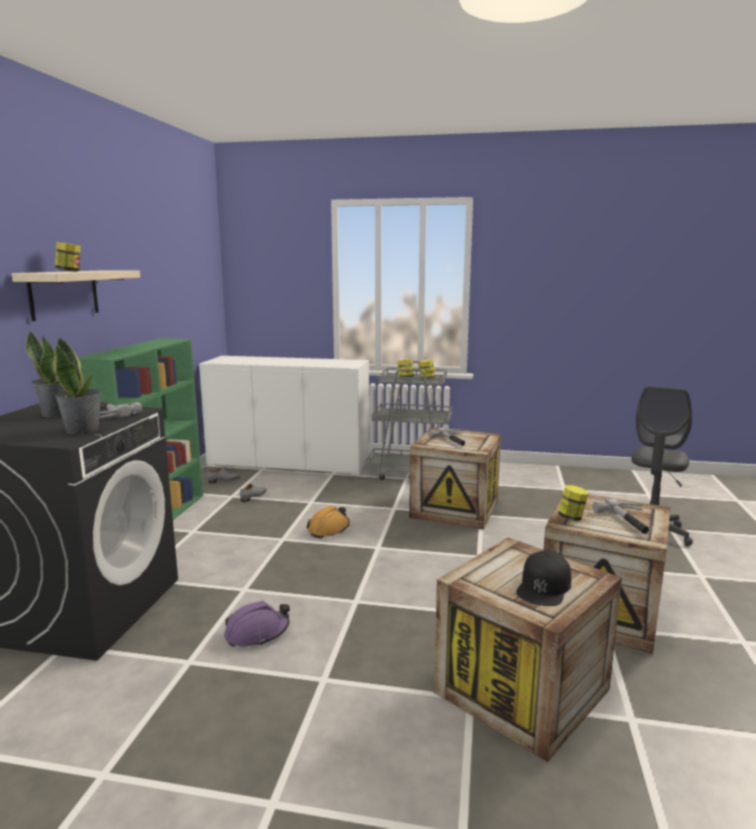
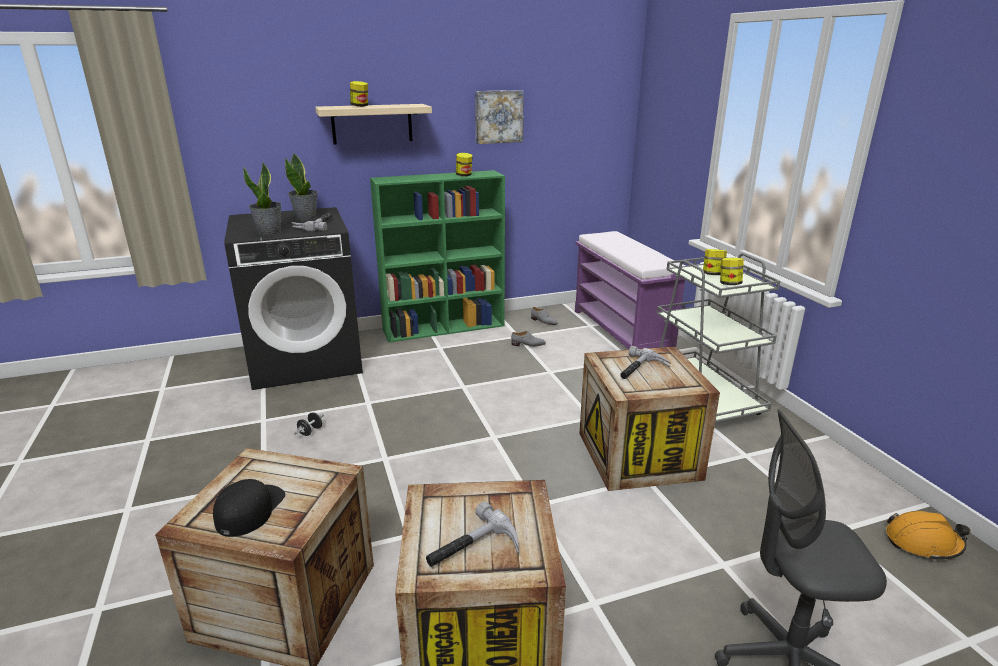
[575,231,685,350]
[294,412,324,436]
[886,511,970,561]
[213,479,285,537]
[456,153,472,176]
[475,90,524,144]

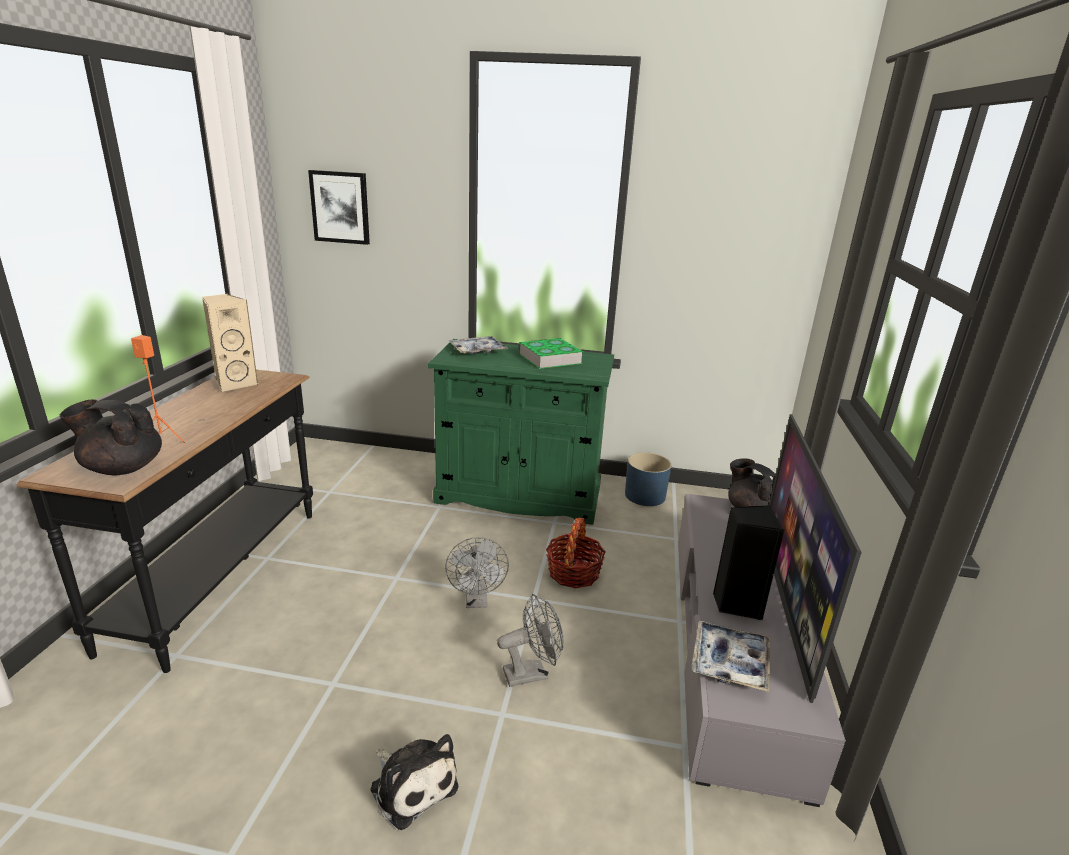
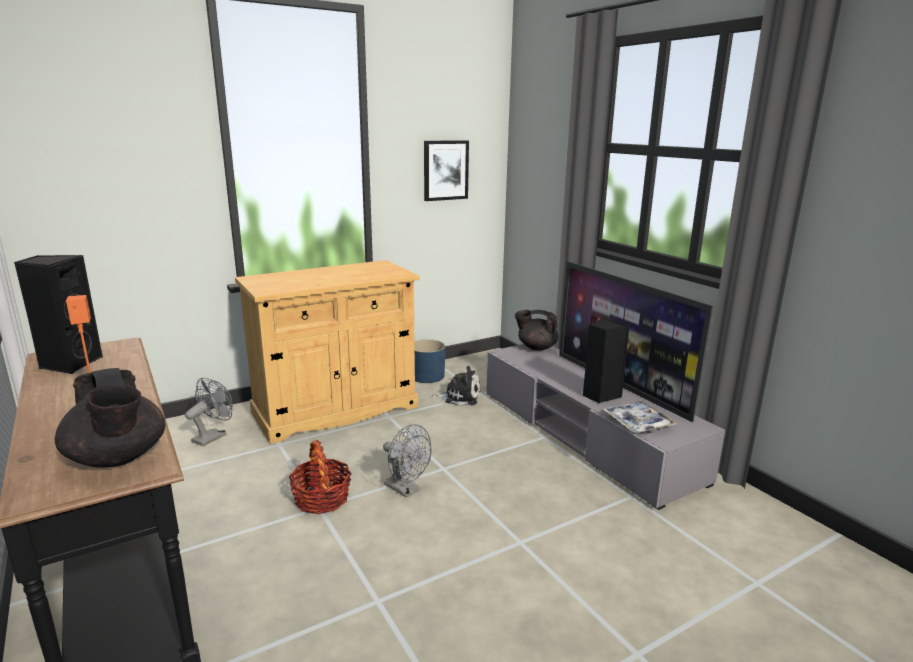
[55,368,165,468]
[14,255,103,374]
[424,140,469,201]
[432,366,481,406]
[235,260,419,444]
[448,336,508,354] (first image)
[185,378,233,446]
[519,338,583,369] (first image)
[289,440,352,514]

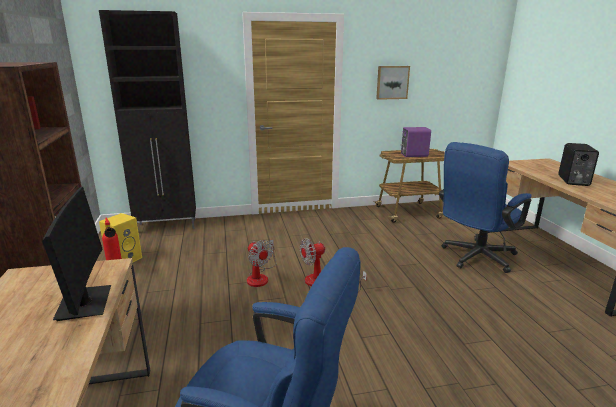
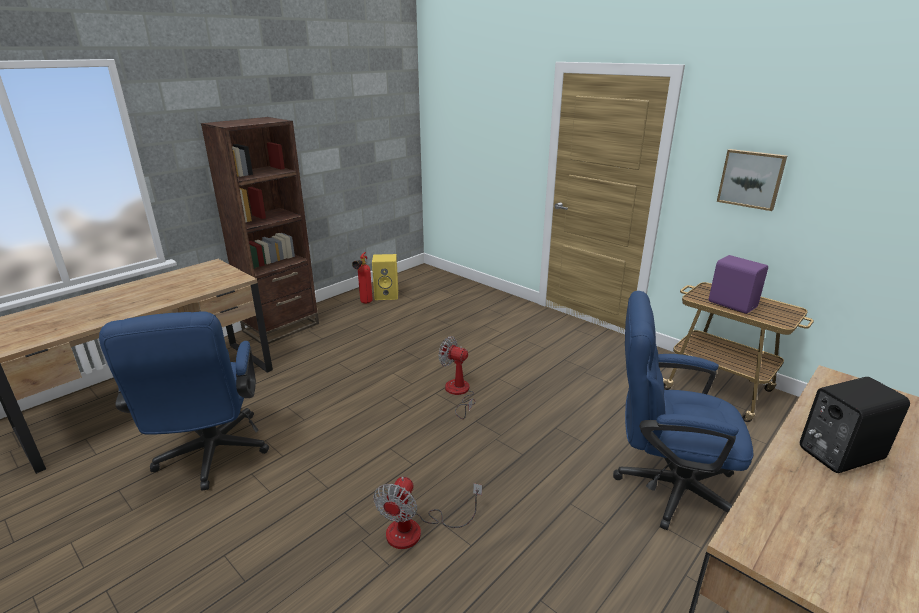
[42,187,111,321] (first image)
[99,10,196,233] (first image)
[373,477,482,549]

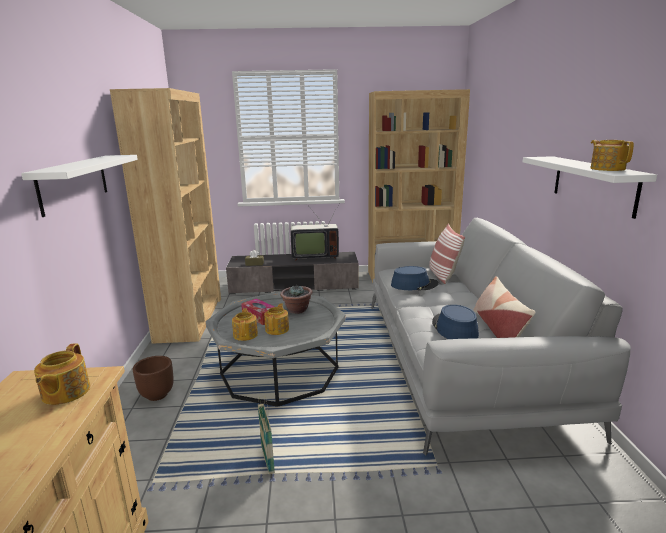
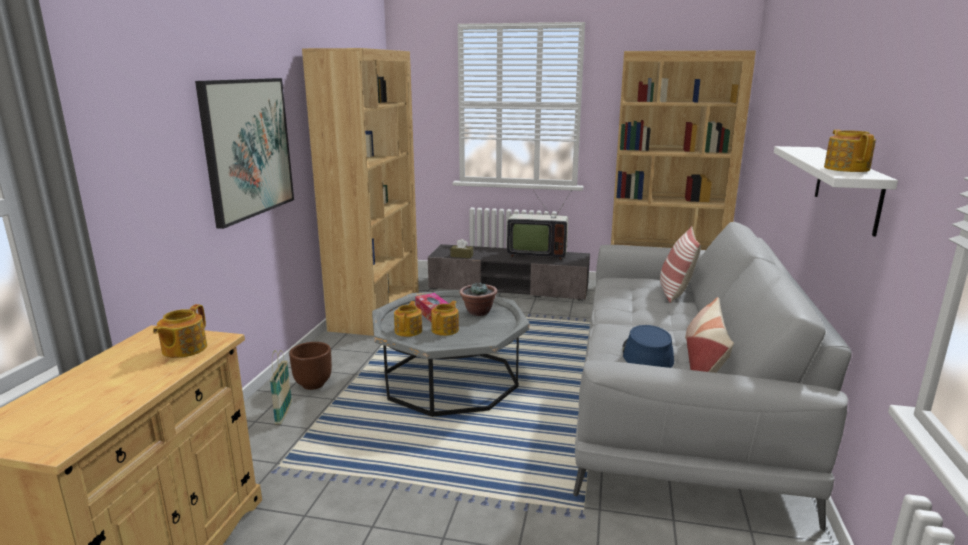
[195,78,294,229]
[270,350,292,425]
[391,266,439,290] (first image)

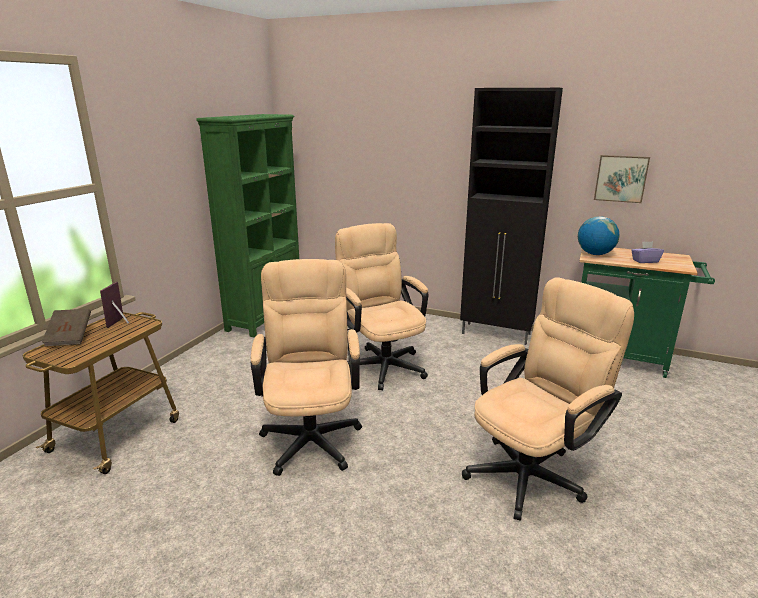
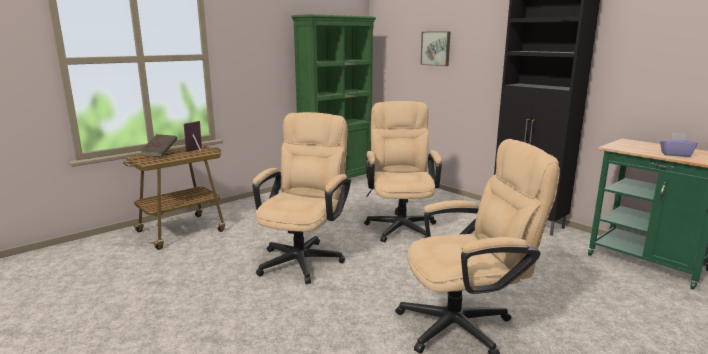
[578,216,619,255] (first image)
[420,31,451,66]

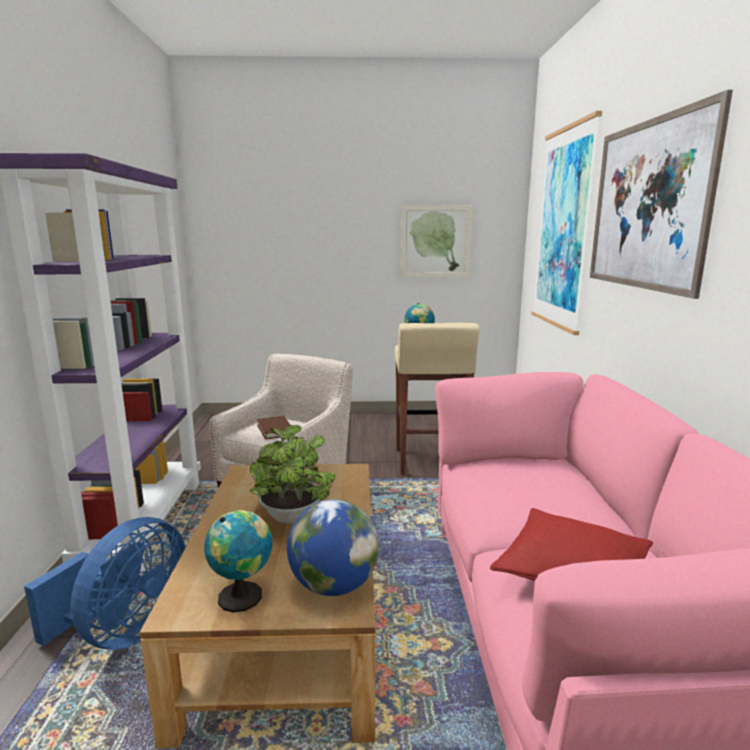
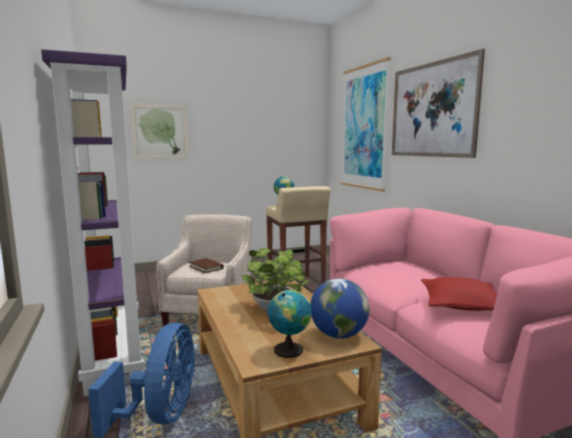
[130,103,189,159]

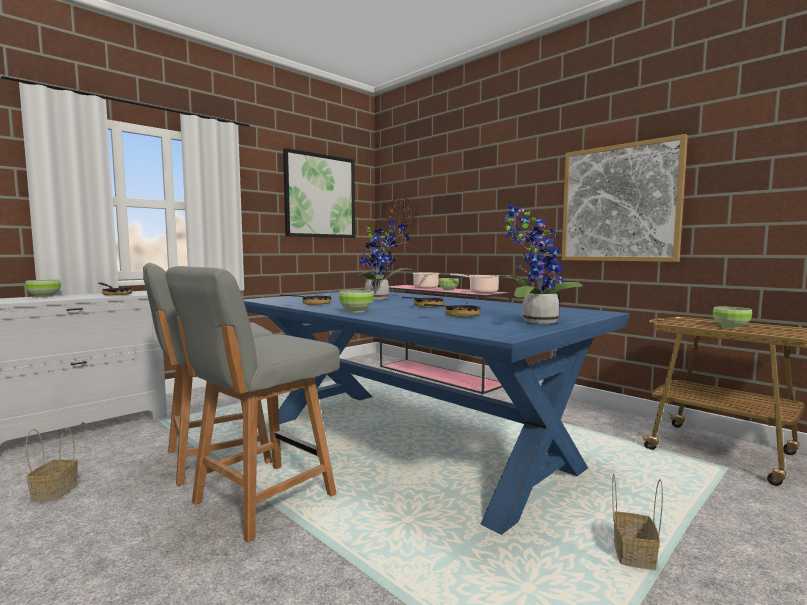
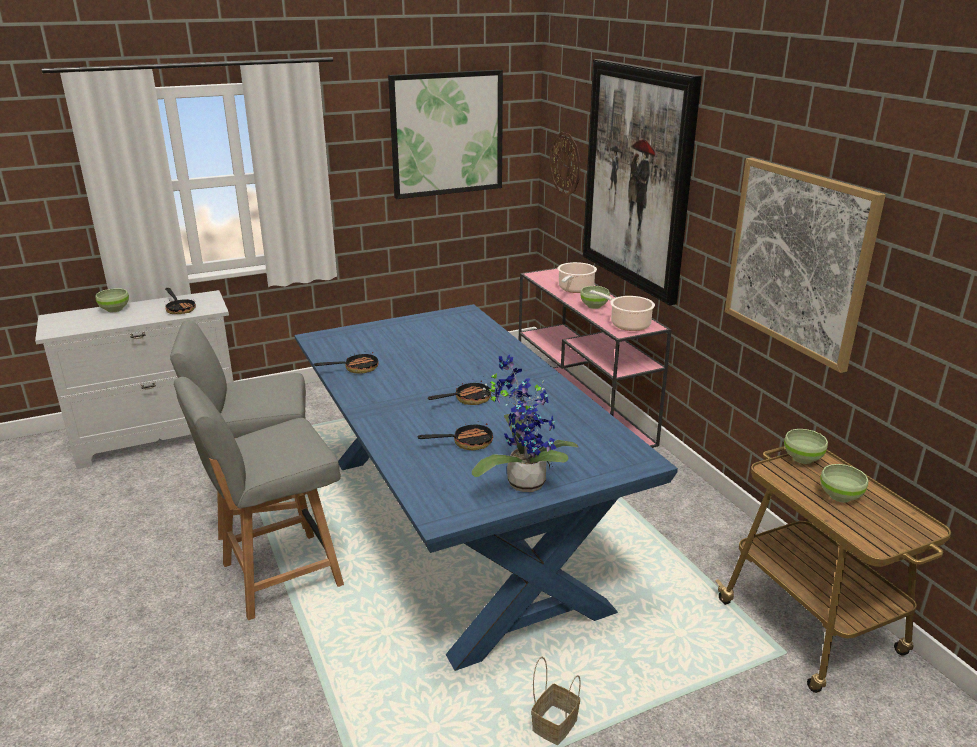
[26,429,78,501] (first image)
[784,429,828,464]
[360,220,413,300] (first image)
[583,59,702,305]

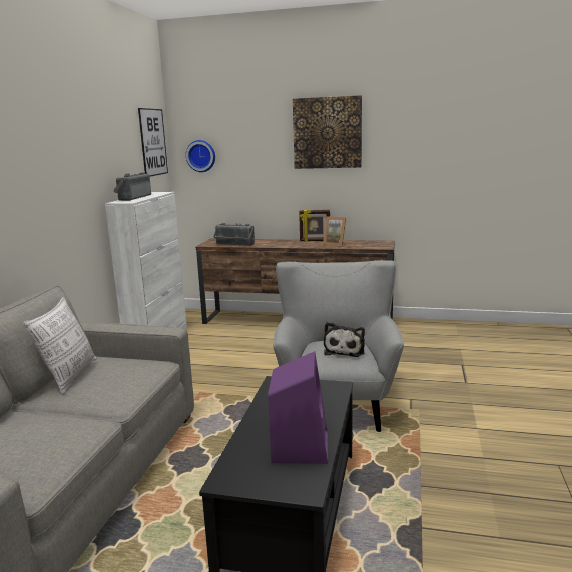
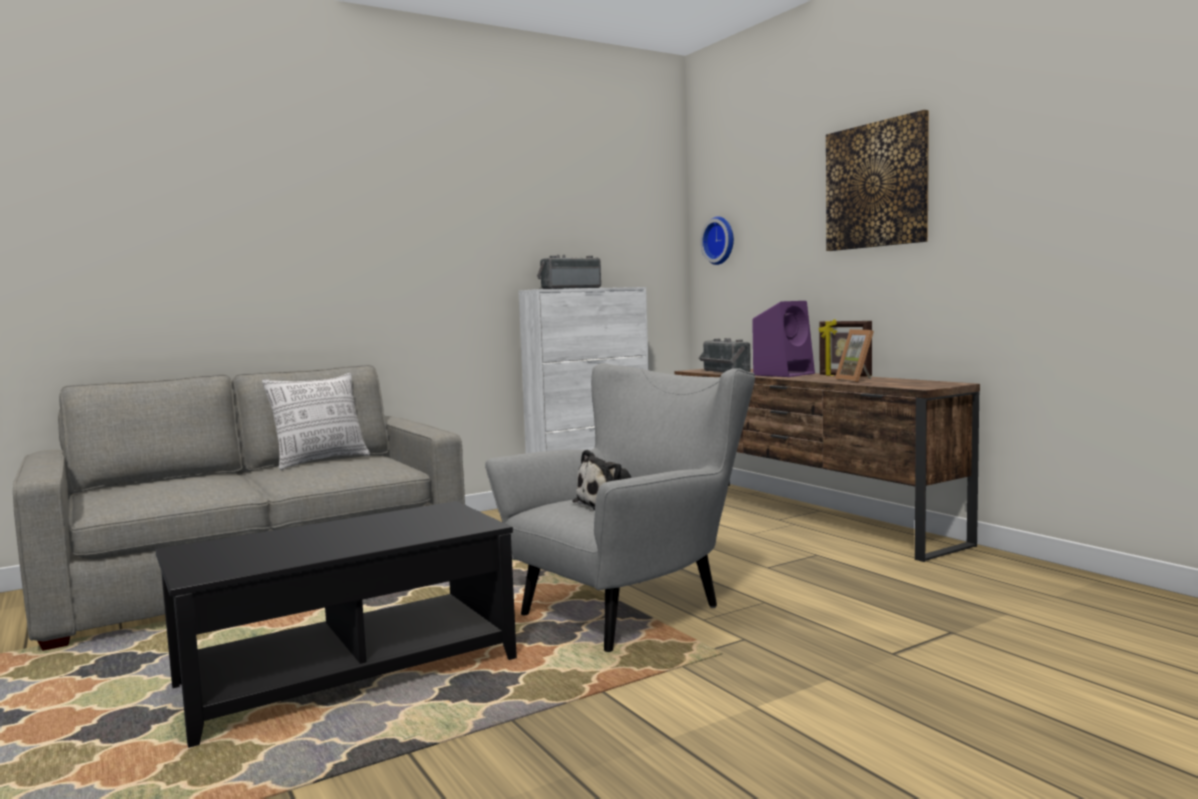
[138,108,168,177] (first image)
[752,301,815,377]

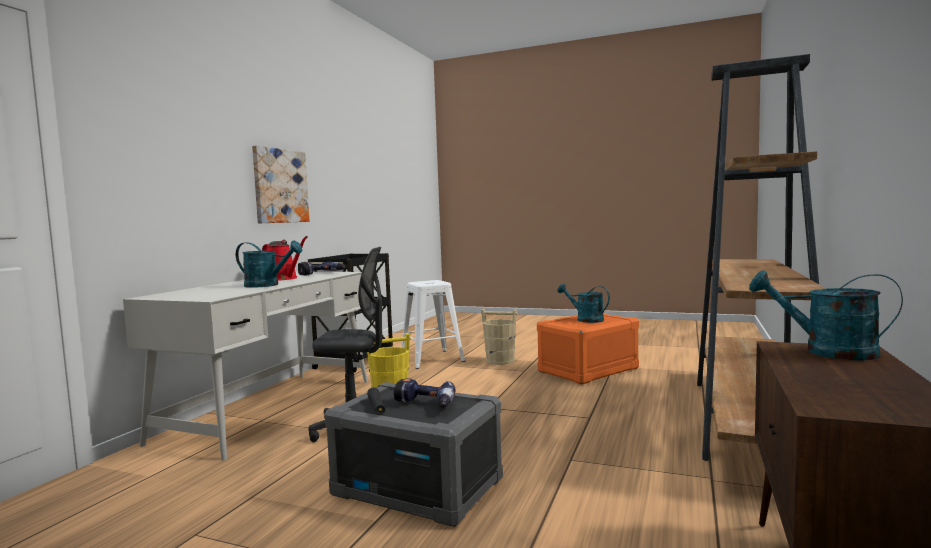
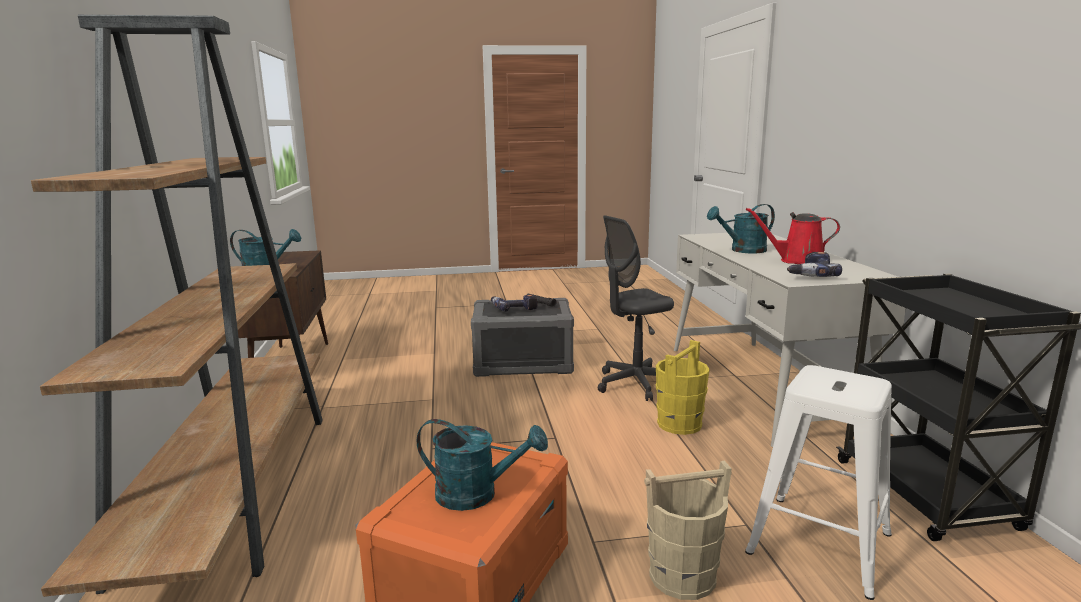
[252,145,309,223] (first image)

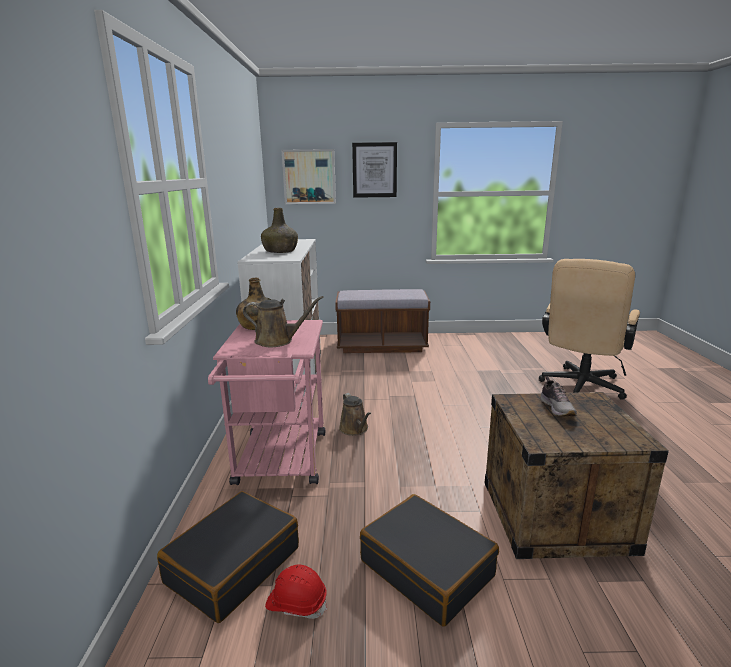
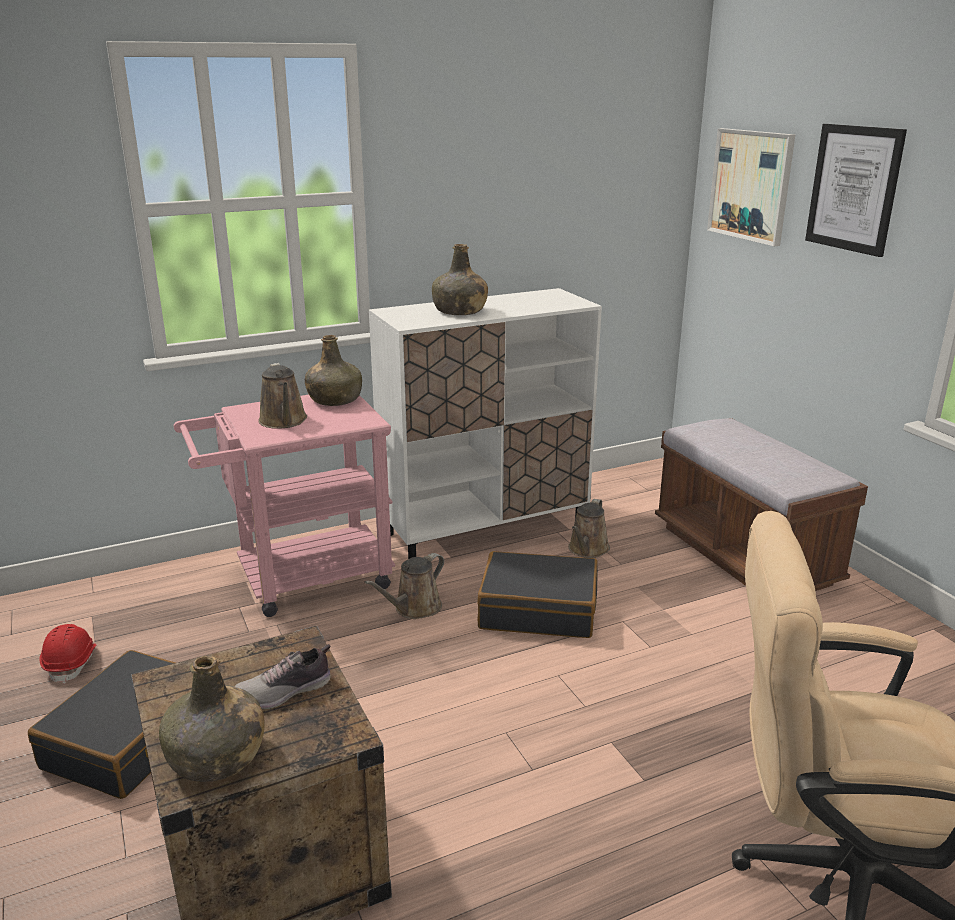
[477,551,598,638]
[159,655,264,782]
[568,499,610,558]

